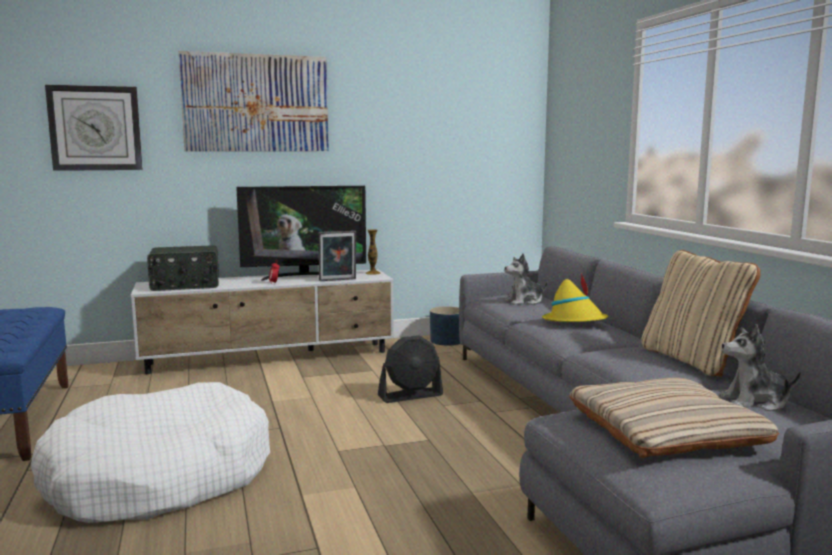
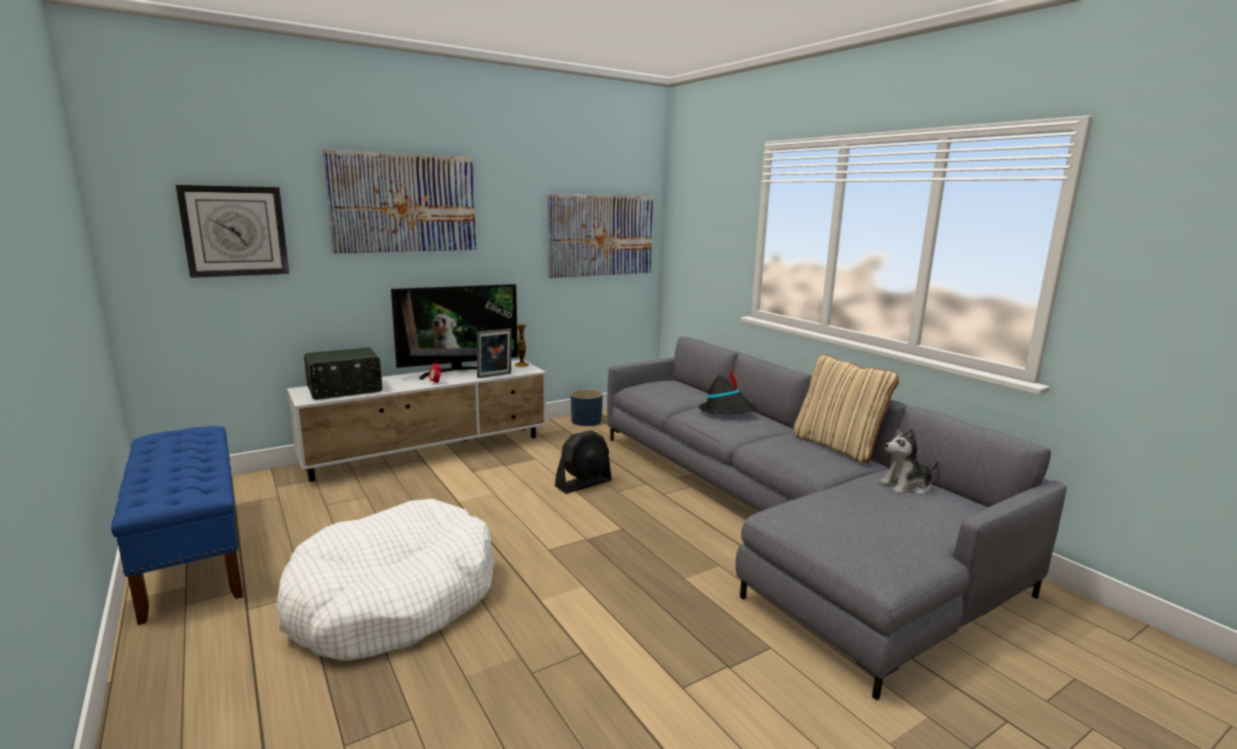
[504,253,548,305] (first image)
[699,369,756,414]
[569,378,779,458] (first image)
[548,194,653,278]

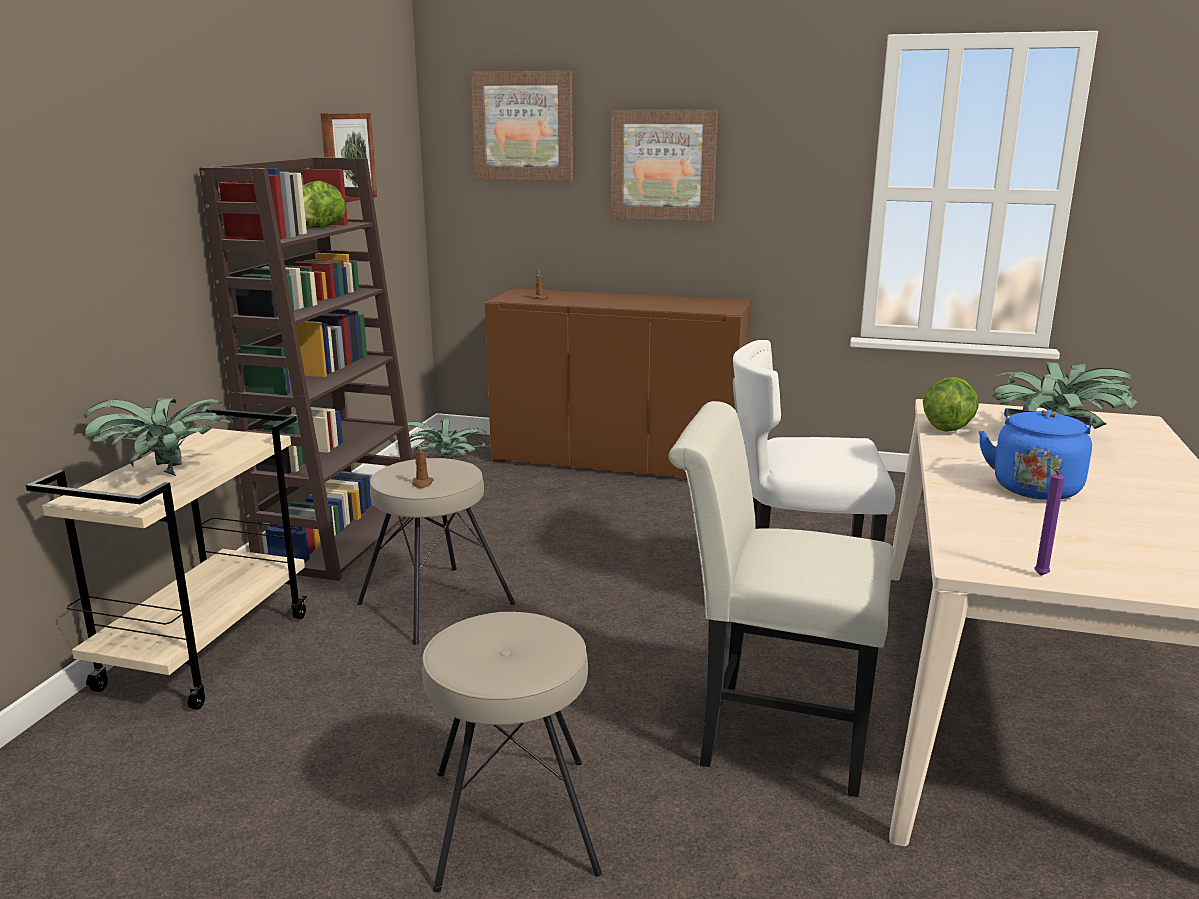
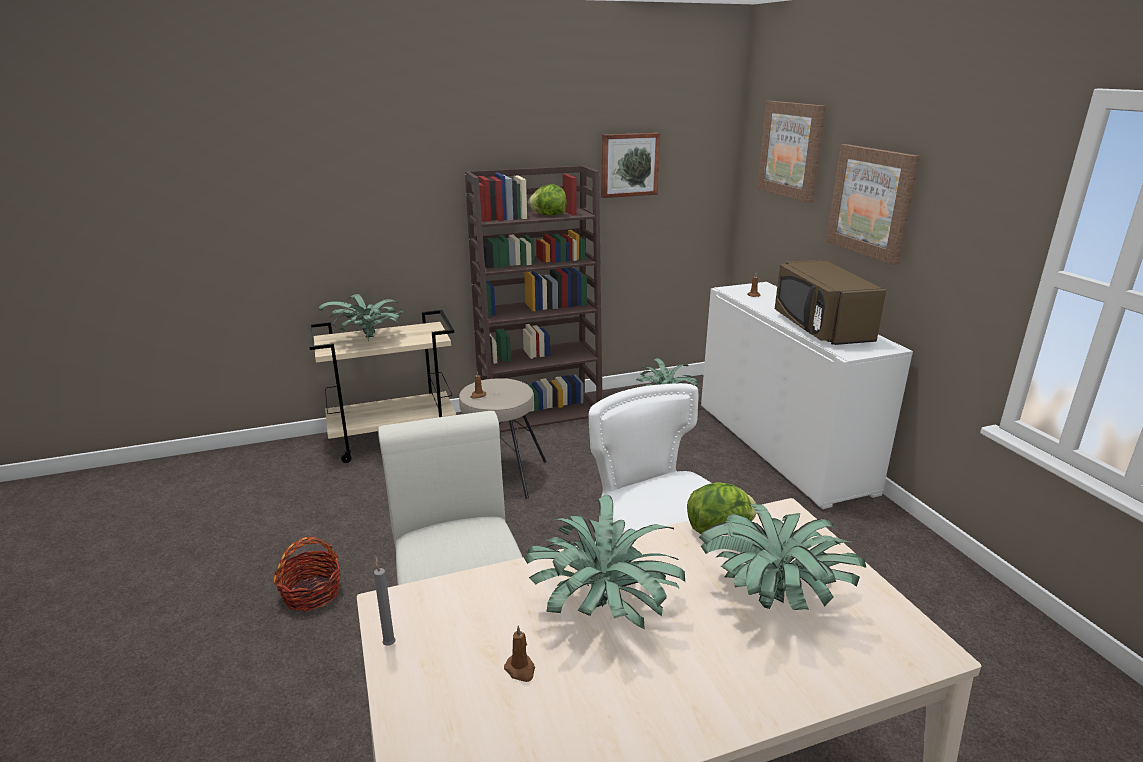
[273,537,340,612]
[701,282,913,509]
[524,495,685,630]
[374,556,396,646]
[504,625,535,682]
[775,260,886,345]

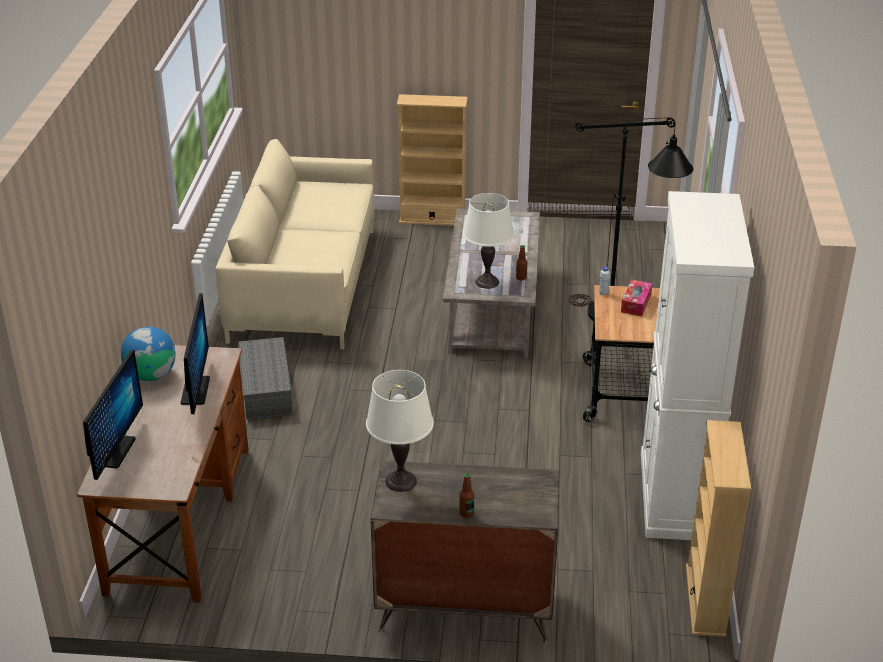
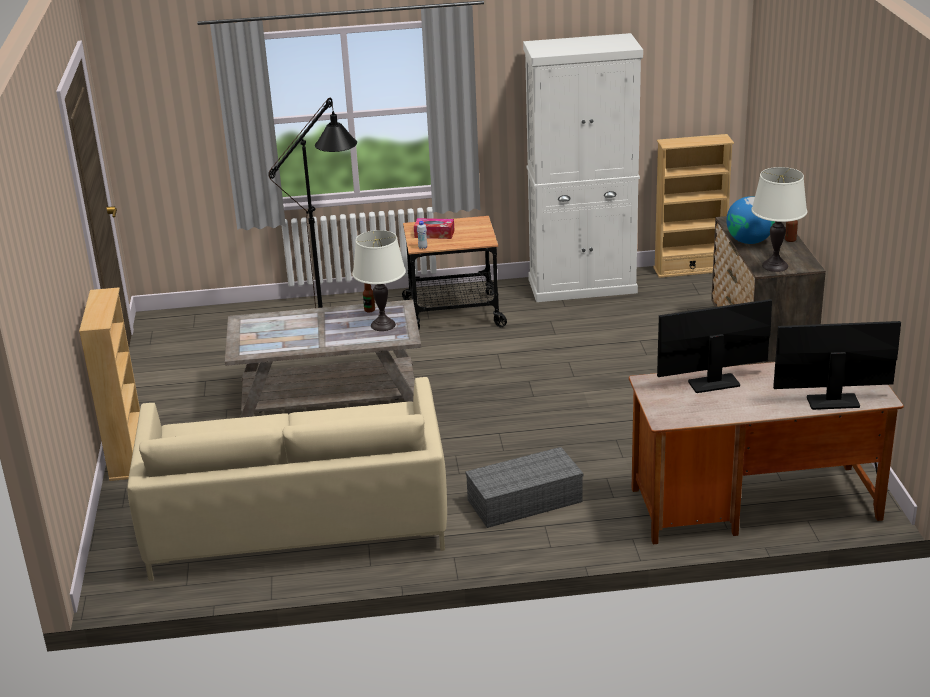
[726,196,775,244]

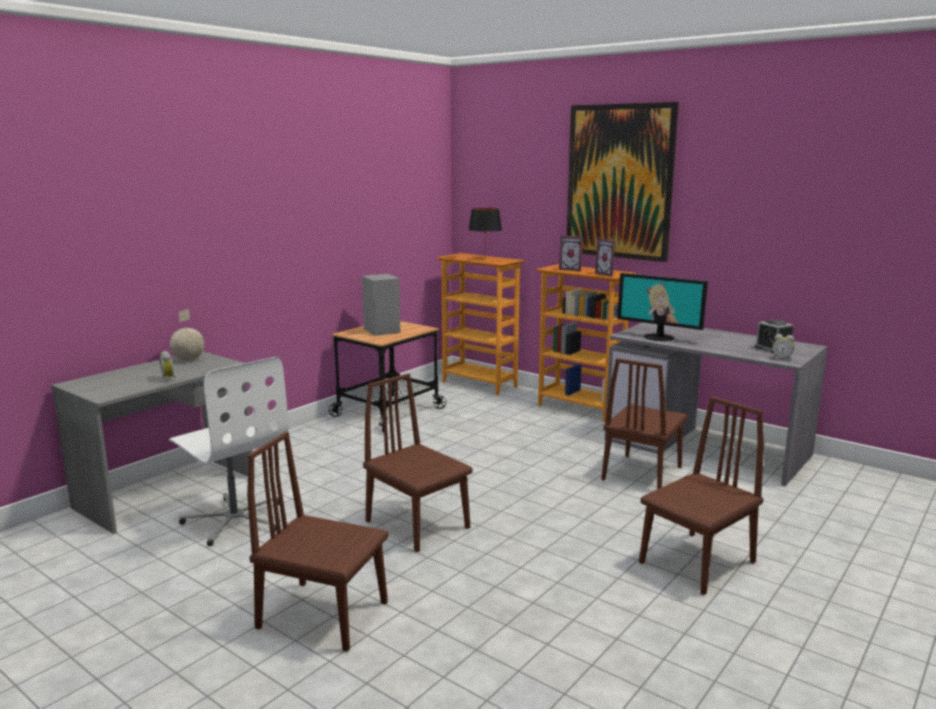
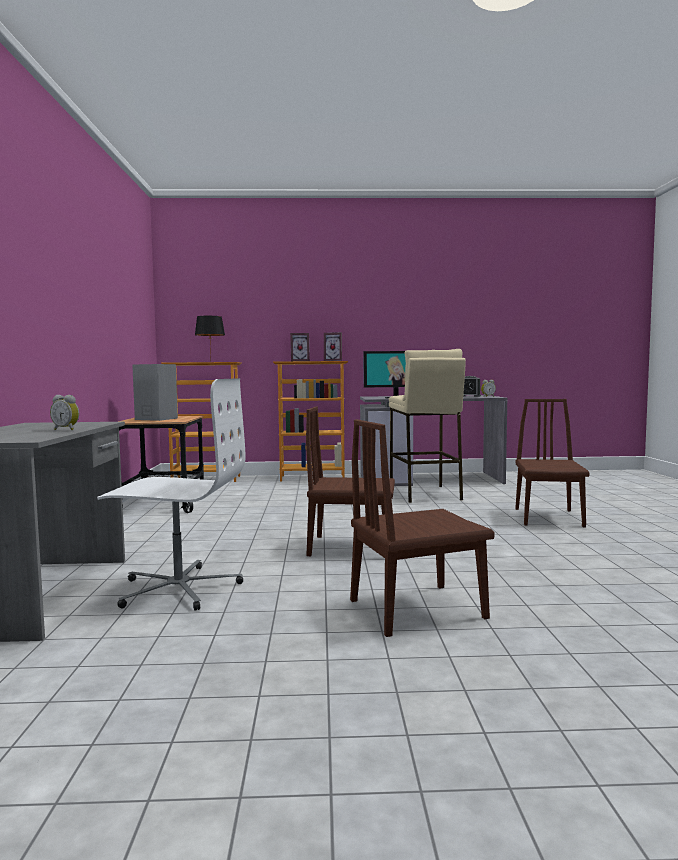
[170,309,205,360] (first image)
[566,102,679,262] (first image)
[389,349,466,503]

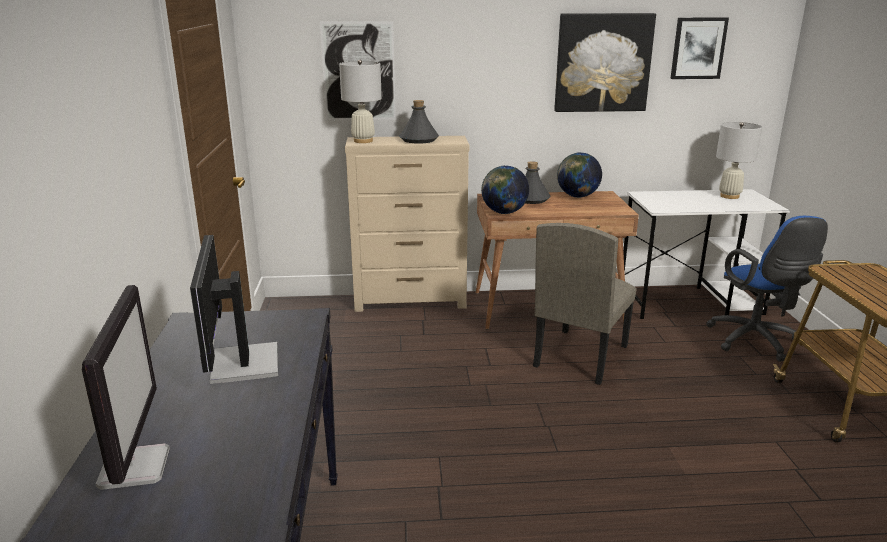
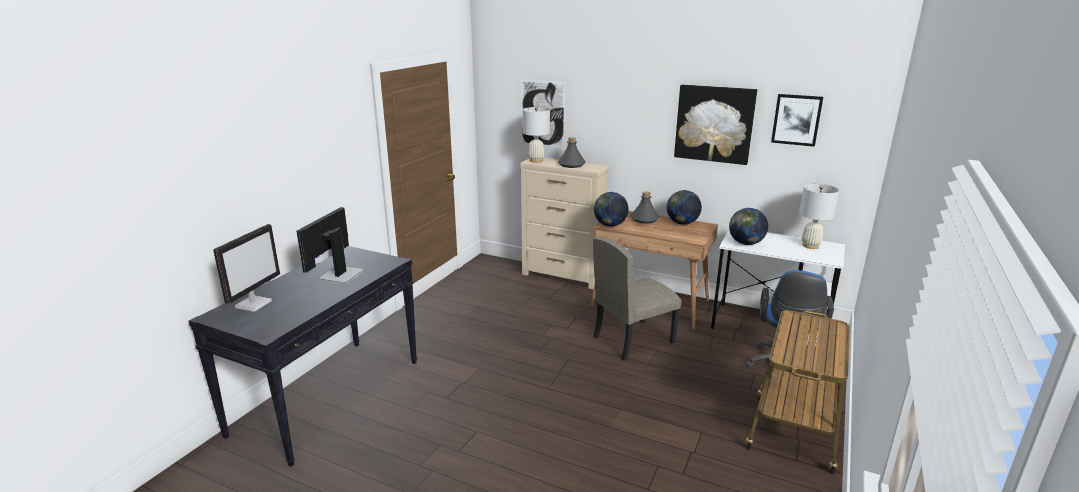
[729,208,768,245]

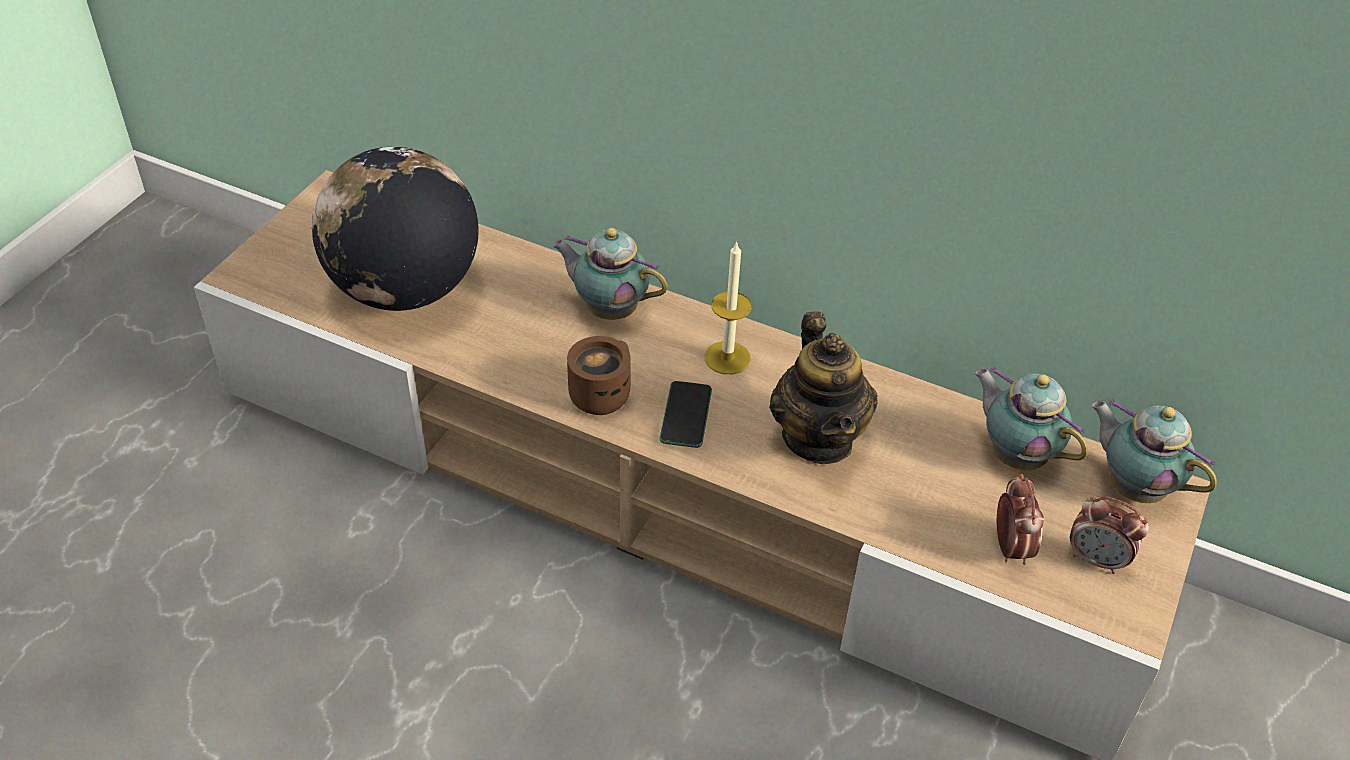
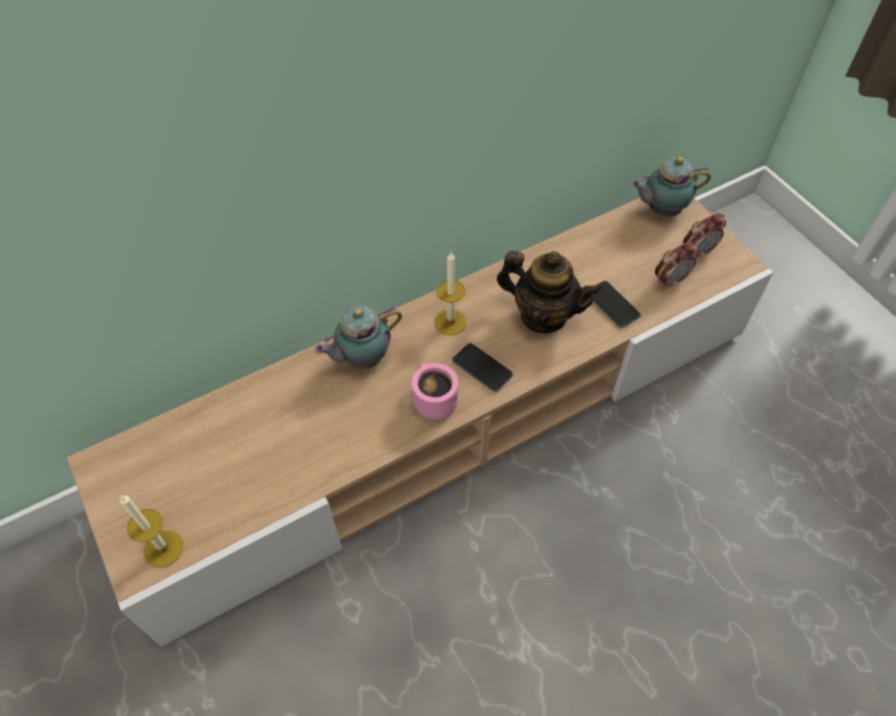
[312,147,479,311] (first image)
[412,363,458,420]
[974,367,1088,470] (first image)
[655,242,698,289]
[120,496,183,568]
[592,281,641,328]

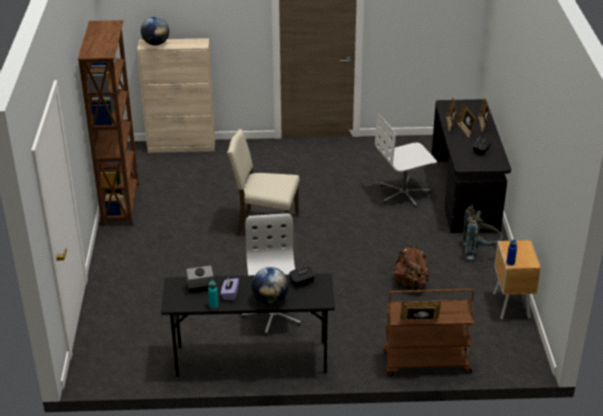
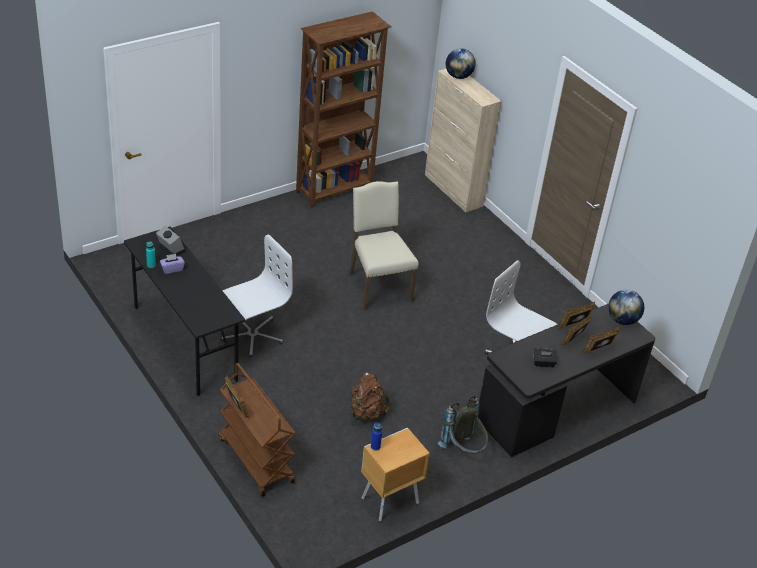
[608,290,644,325]
[289,266,315,288] (first image)

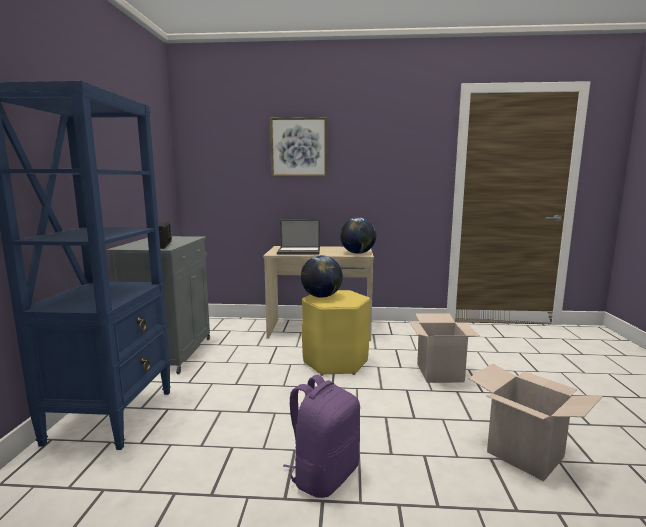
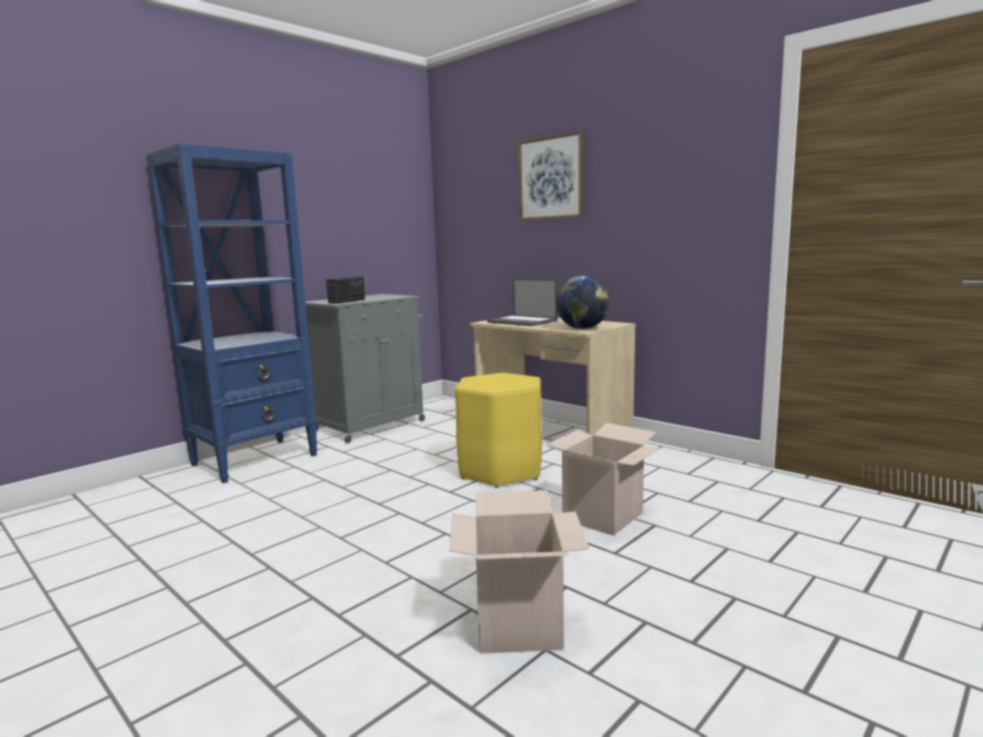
[283,375,360,498] (first image)
[301,255,343,298] (first image)

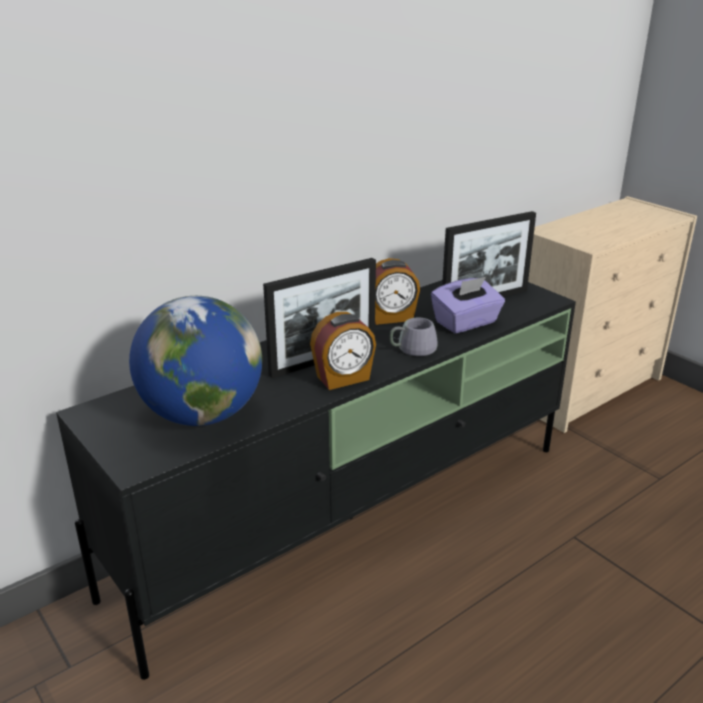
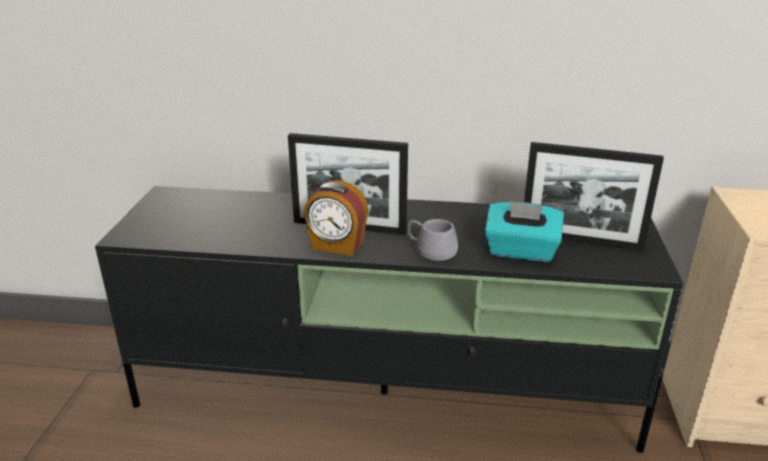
[129,296,262,426] (first image)
[375,258,420,325] (first image)
[485,201,564,262]

